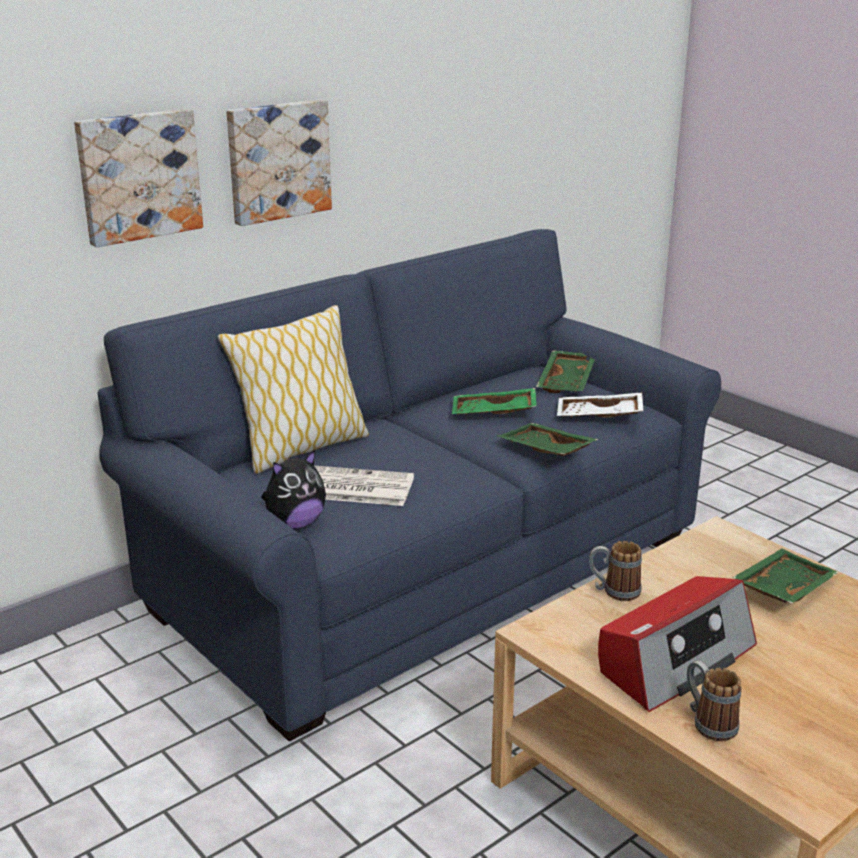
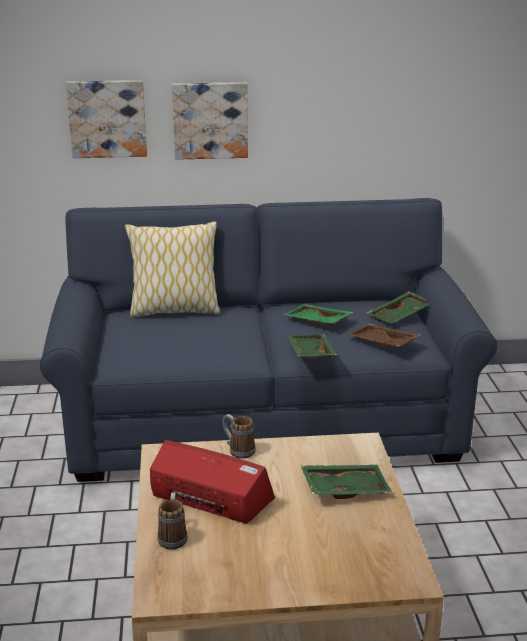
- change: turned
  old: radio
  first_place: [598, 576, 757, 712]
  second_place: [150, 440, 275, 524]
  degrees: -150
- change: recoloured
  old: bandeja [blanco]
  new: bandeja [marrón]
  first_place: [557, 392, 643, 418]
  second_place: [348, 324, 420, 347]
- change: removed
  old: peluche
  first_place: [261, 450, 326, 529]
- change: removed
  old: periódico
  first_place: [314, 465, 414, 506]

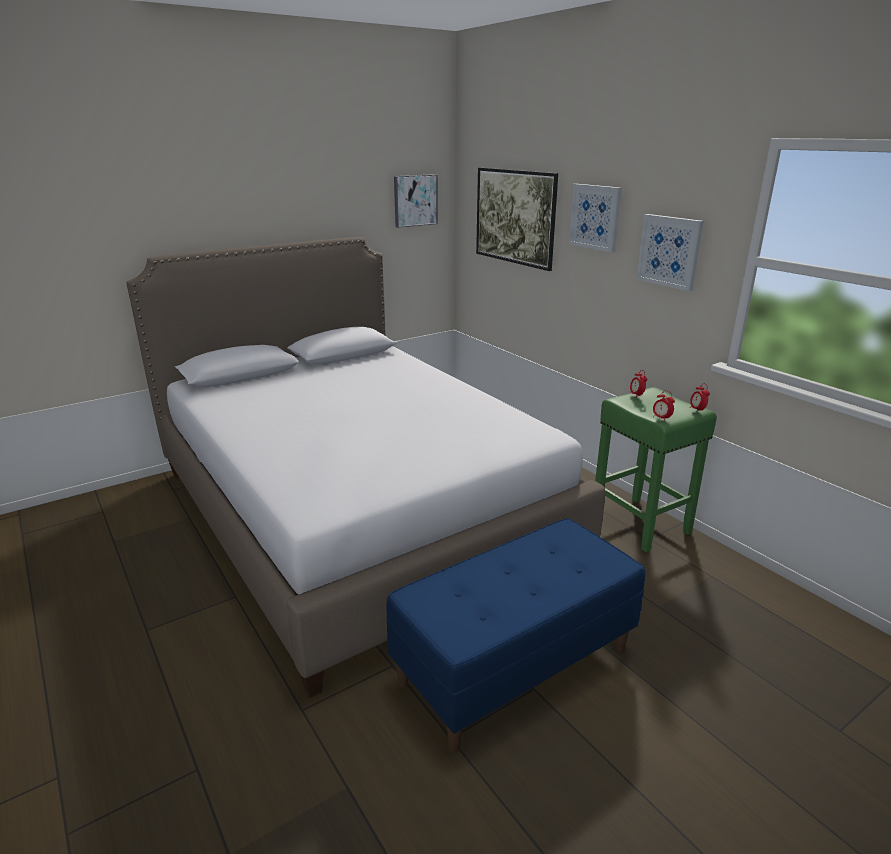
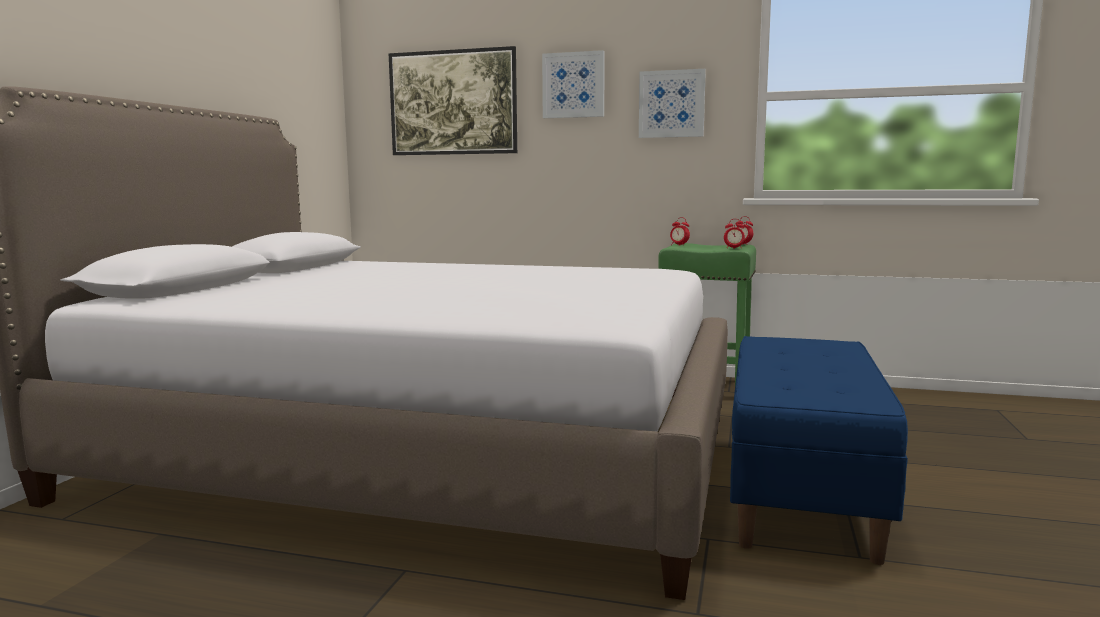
- change: removed
  old: cuadro
  first_place: [394, 174, 438, 228]

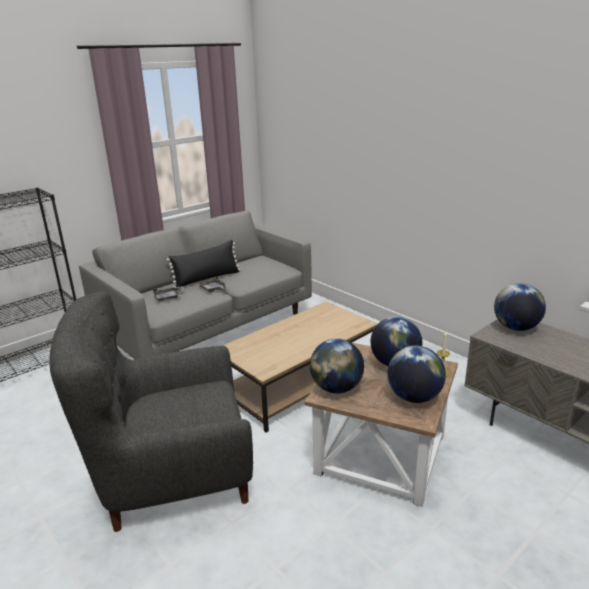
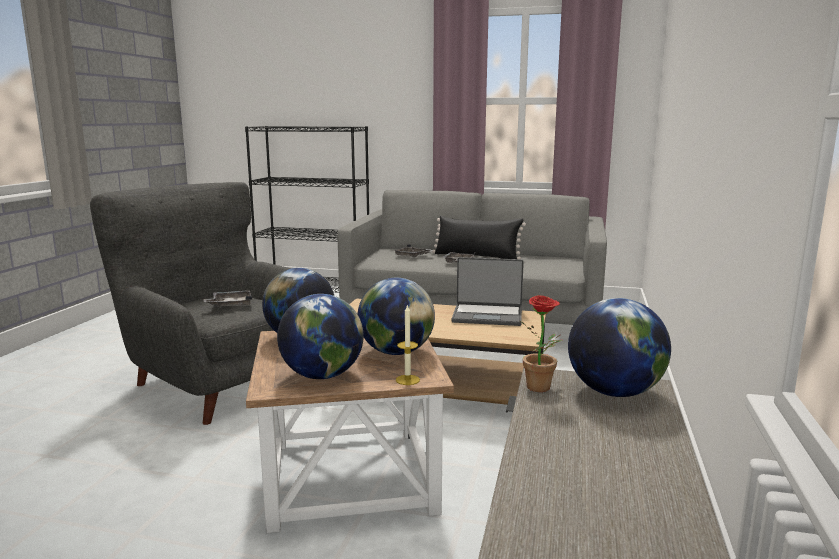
- change: added
  new: bandeja [gris]
  second_place: [204, 290, 252, 307]
- change: added
  new: portátil
  second_place: [451, 257, 524, 326]
- change: added
  new: planta en maceta
  second_place: [519, 295, 563, 392]

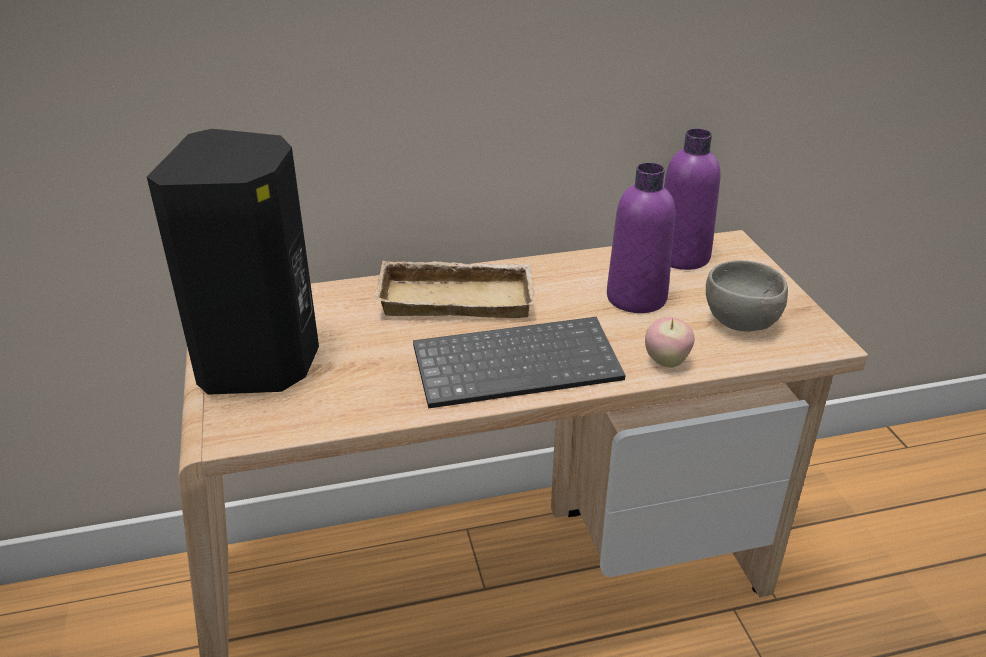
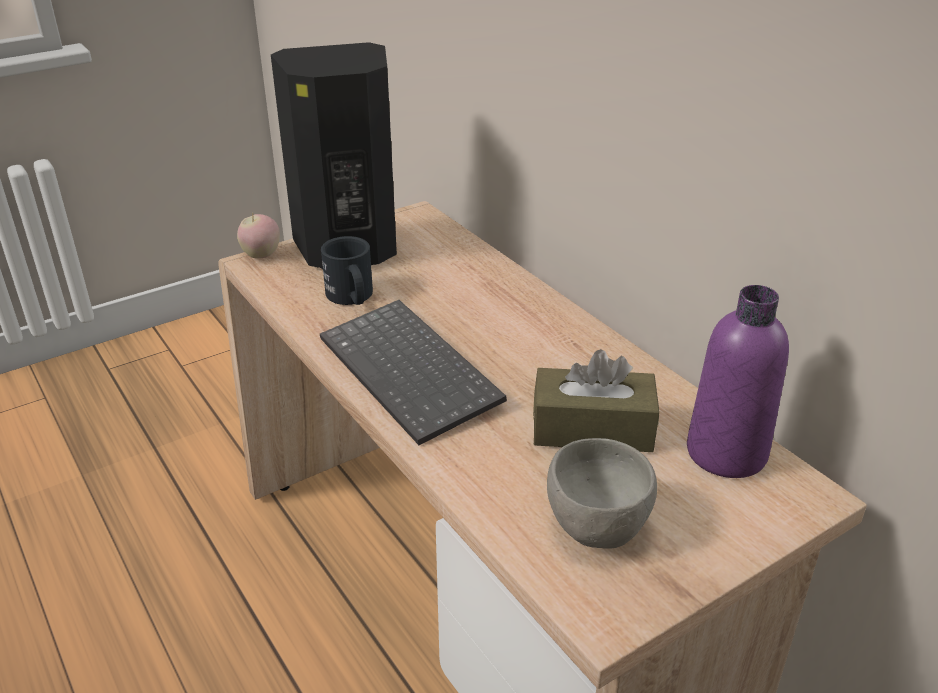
- change: moved
  old: manzana
  first_place: [645, 317, 695, 368]
  second_place: [237, 213, 280, 259]
- change: added
  new: taza grande [negro]
  second_place: [321, 236, 373, 305]
- change: replaced
  old: botella [morado]
  new: caja de pañuelos [marrón]
  first_place: [607, 163, 675, 313]
  second_place: [533, 349, 659, 452]
- change: removed
  old: bandeja [beis]
  first_place: [374, 261, 534, 318]

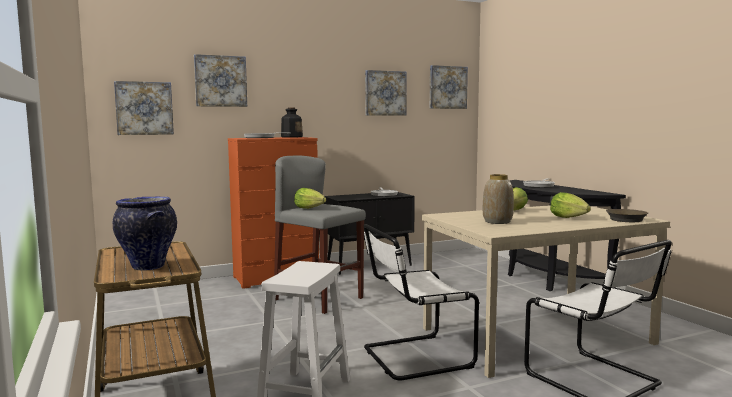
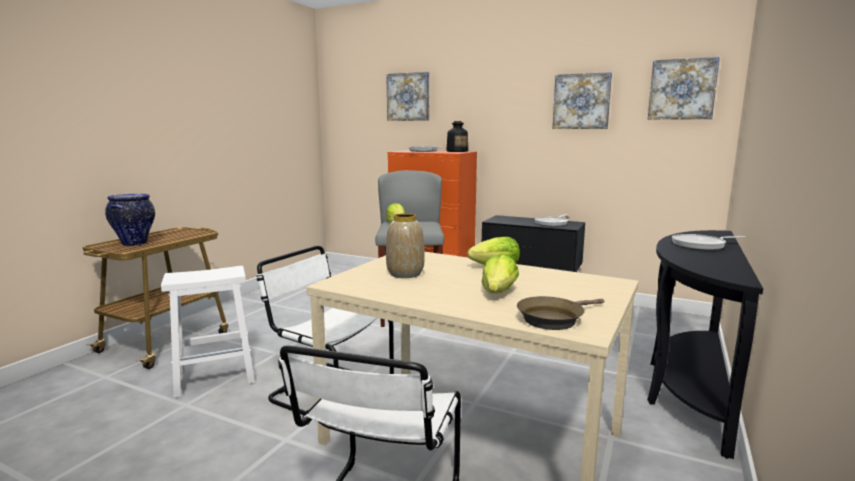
- change: removed
  old: cuadro
  first_place: [114, 81, 174, 135]

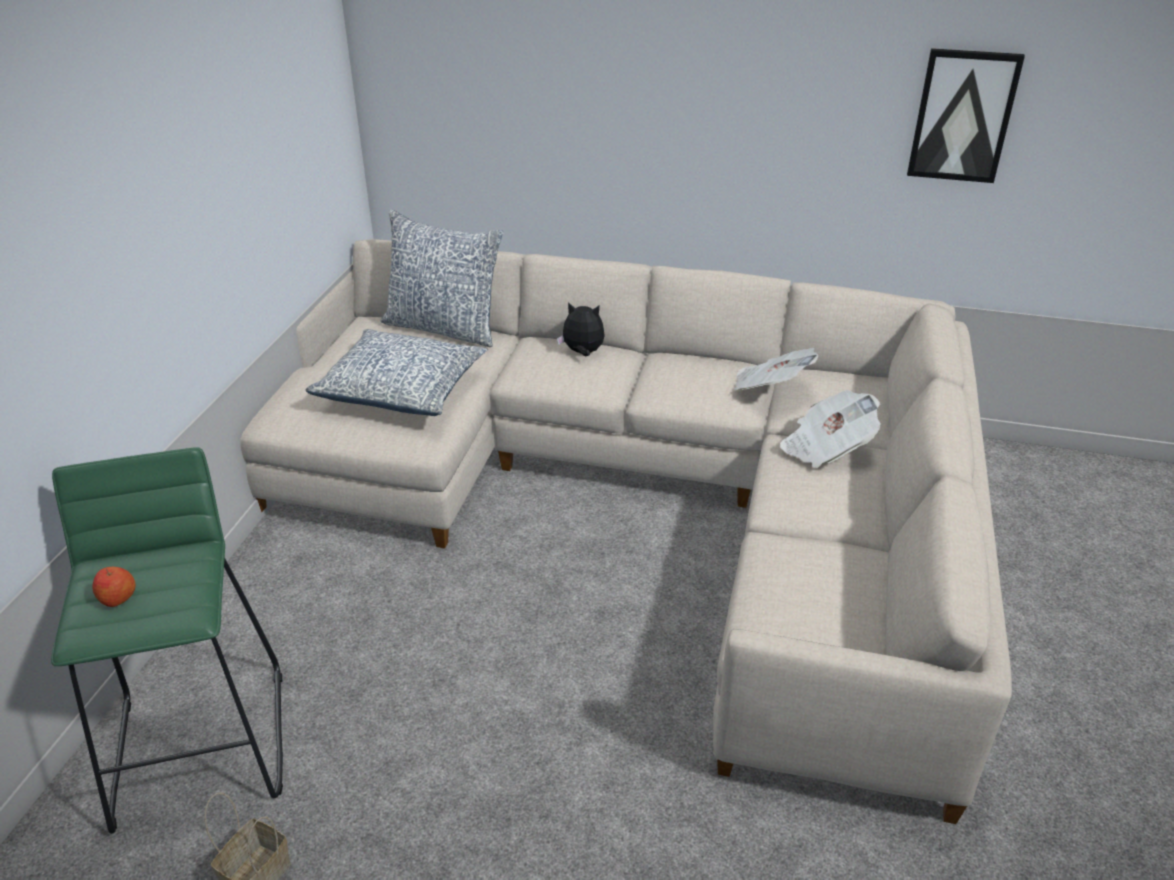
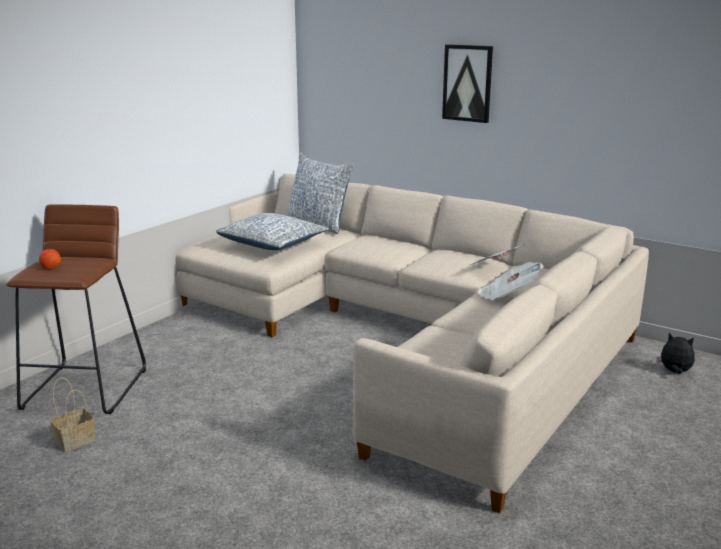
- change: recoloured
  old: taburete [verde]
  new: taburete [marrón]
  first_place: [51, 447, 283, 834]
  second_place: [6, 204, 146, 414]
- change: moved
  old: cuadro
  first_place: [907, 48, 1025, 183]
  second_place: [442, 44, 493, 123]
- change: moved
  old: peluche
  first_place: [557, 302, 605, 356]
  second_place: [656, 333, 695, 374]

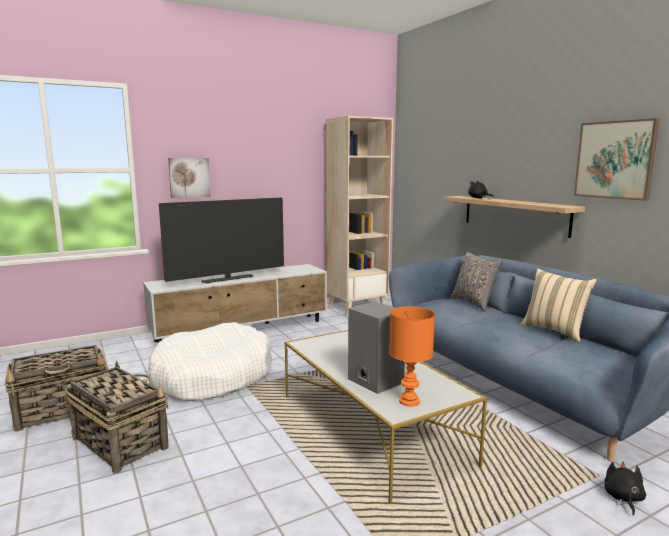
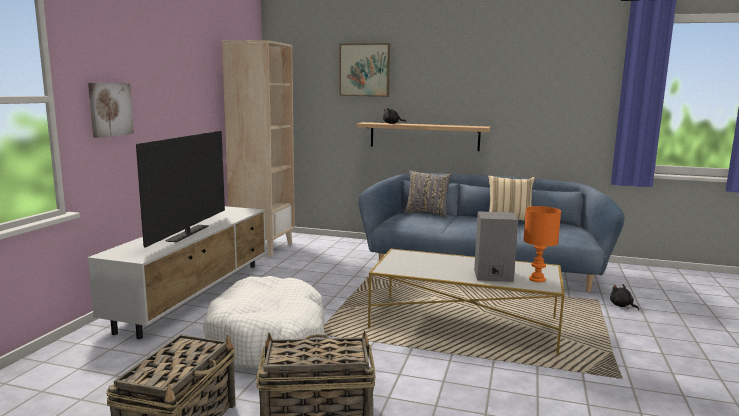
- change: moved
  old: cuadro
  first_place: [574, 118, 660, 201]
  second_place: [339, 43, 390, 97]

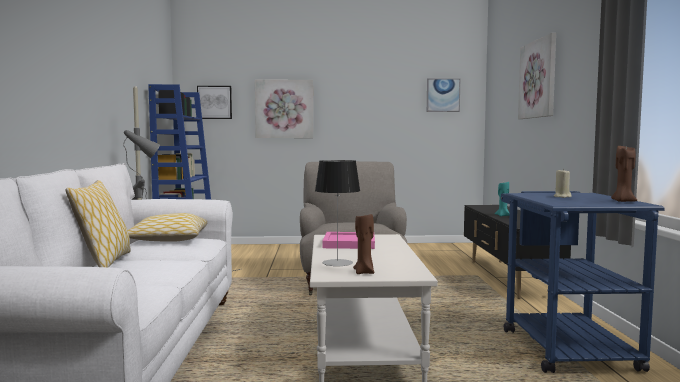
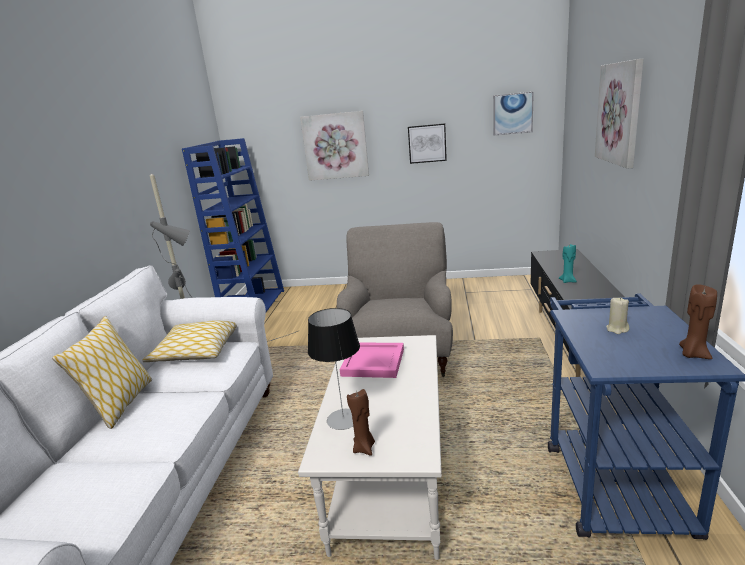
- change: moved
  old: cuadro
  first_place: [197, 86, 232, 119]
  second_place: [408, 123, 447, 164]

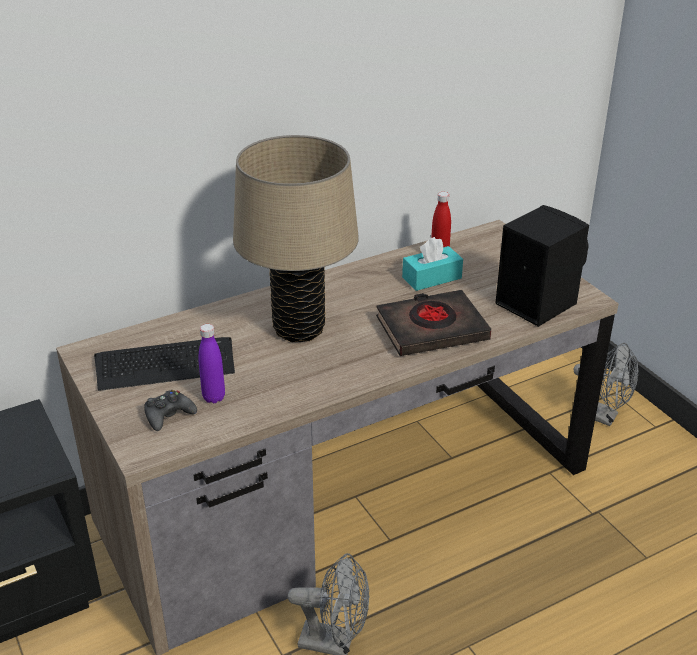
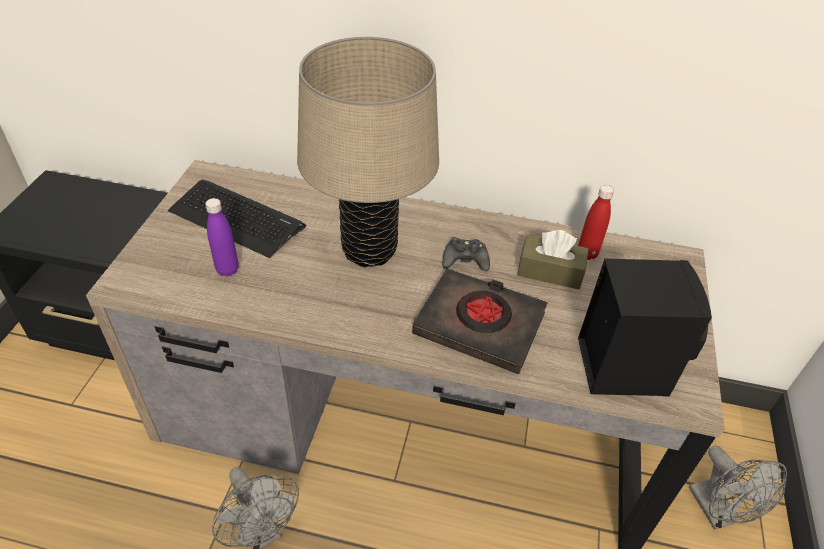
- change: moved
  old: mando de consola [negro]
  first_place: [144, 390, 197, 431]
  second_place: [442, 237, 490, 271]
- change: recoloured
  old: caja de pañuelos [turquesa]
  new: caja de pañuelos [marrón]
  first_place: [402, 237, 463, 291]
  second_place: [517, 230, 589, 289]

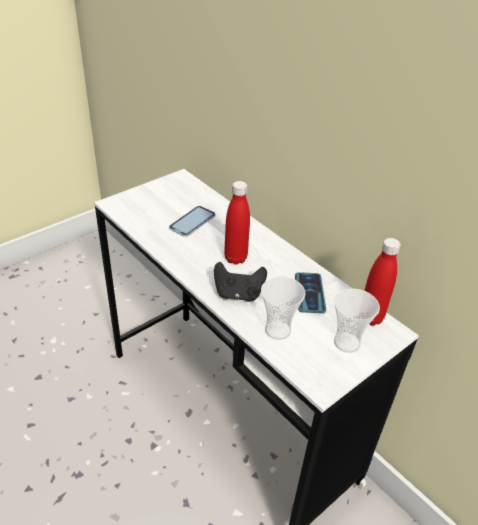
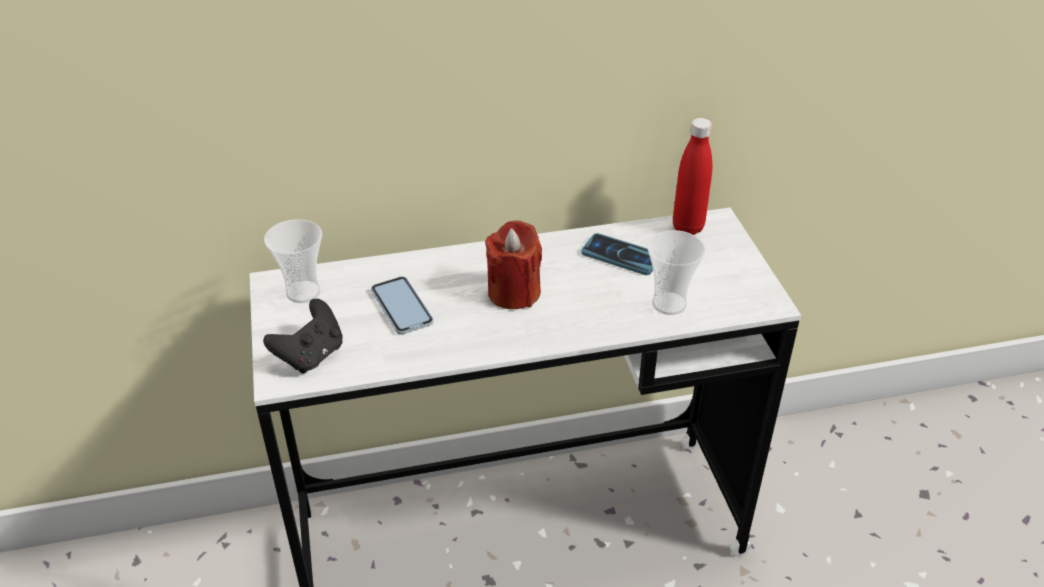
- change: moved
  old: mando de consola [negro]
  first_place: [214, 262, 267, 302]
  second_place: [263, 299, 343, 374]
- change: moved
  old: taza
  first_place: [334, 288, 380, 353]
  second_place: [264, 219, 322, 303]
- change: replaced
  old: botella [rojo]
  new: vela [rojo]
  first_place: [224, 181, 250, 265]
  second_place: [485, 221, 542, 309]

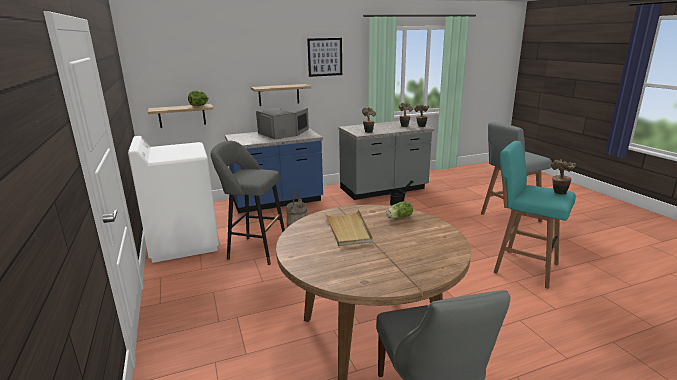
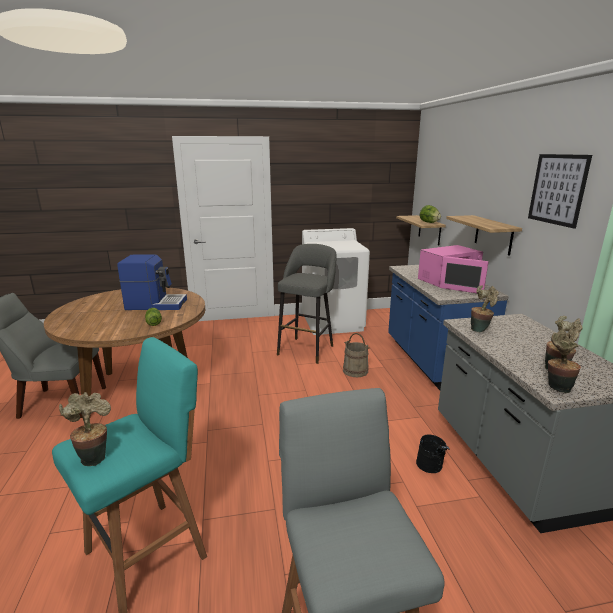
- change: replaced
  old: bandeja [beis]
  new: cafetera
  first_place: [324, 209, 373, 246]
  second_place: [118, 254, 187, 310]
- change: recoloured
  old: microondas [gris]
  new: microondas [rosa]
  first_place: [256, 108, 309, 139]
  second_place: [418, 245, 489, 293]

